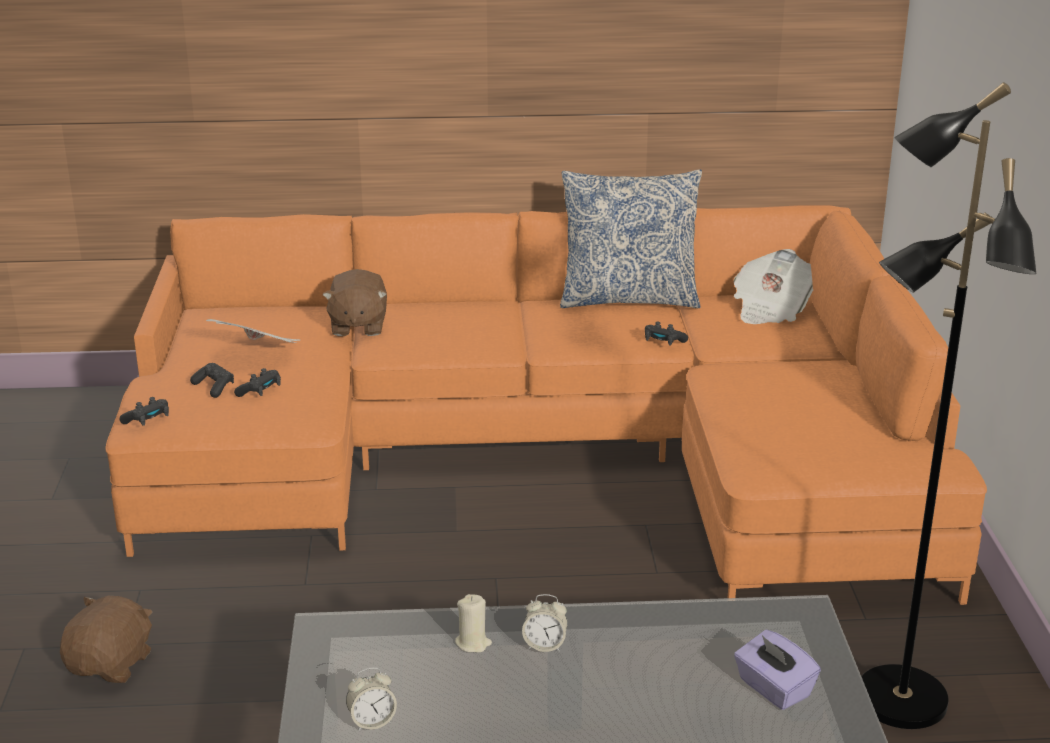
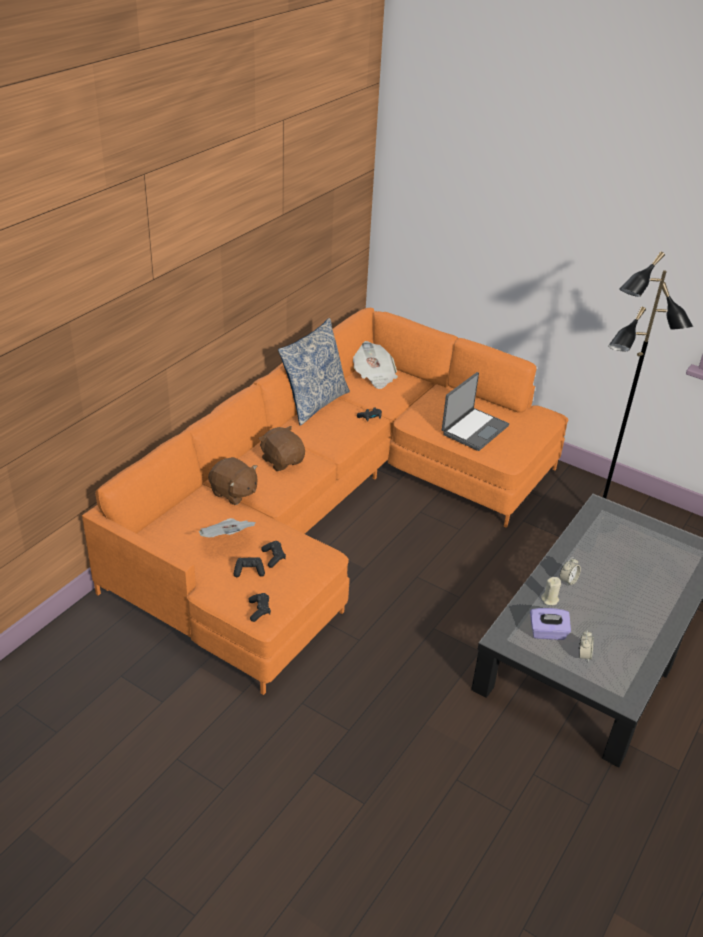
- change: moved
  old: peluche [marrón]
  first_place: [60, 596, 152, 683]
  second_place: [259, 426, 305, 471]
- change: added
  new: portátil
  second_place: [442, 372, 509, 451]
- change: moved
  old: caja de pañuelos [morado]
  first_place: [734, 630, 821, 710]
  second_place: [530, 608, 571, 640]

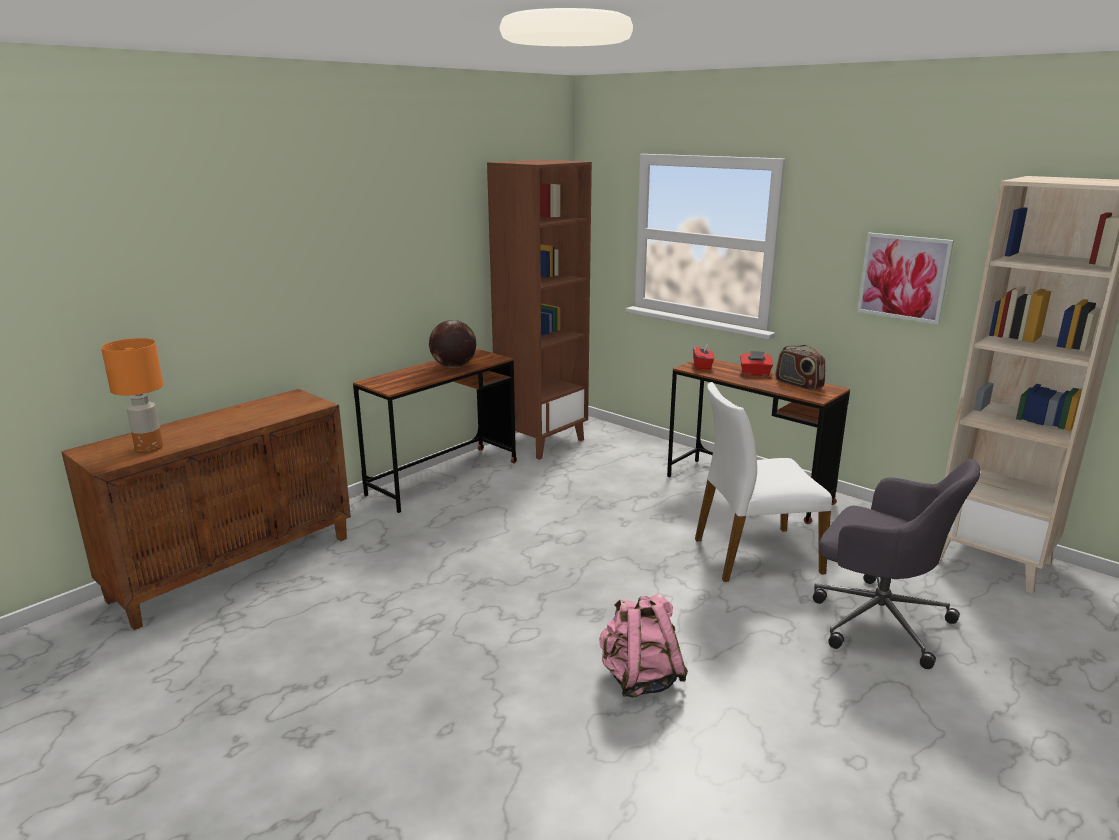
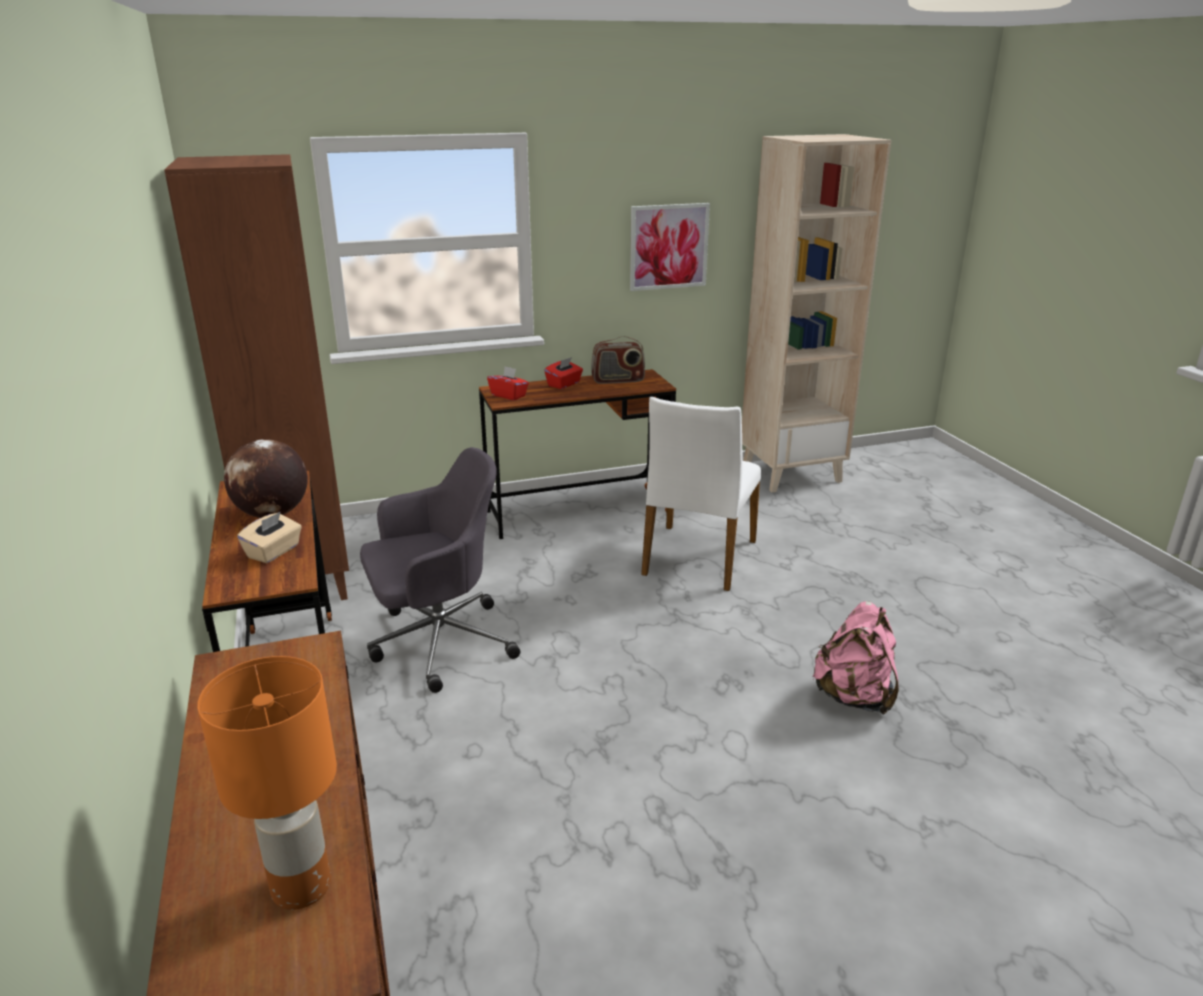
- change: added
  new: caja de pañuelos [beis]
  second_place: [237, 511, 302, 563]
- change: moved
  old: silla de oficina [gris]
  first_place: [813, 459, 980, 669]
  second_place: [360, 447, 520, 693]

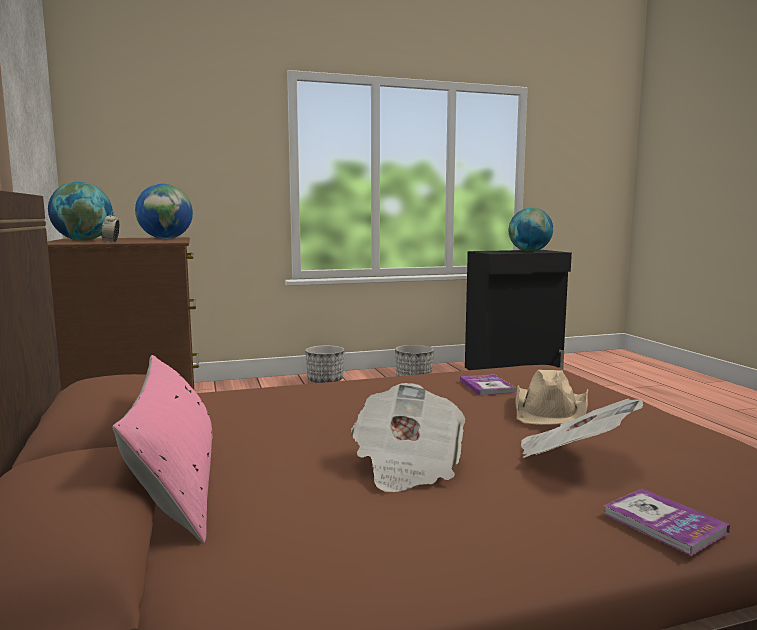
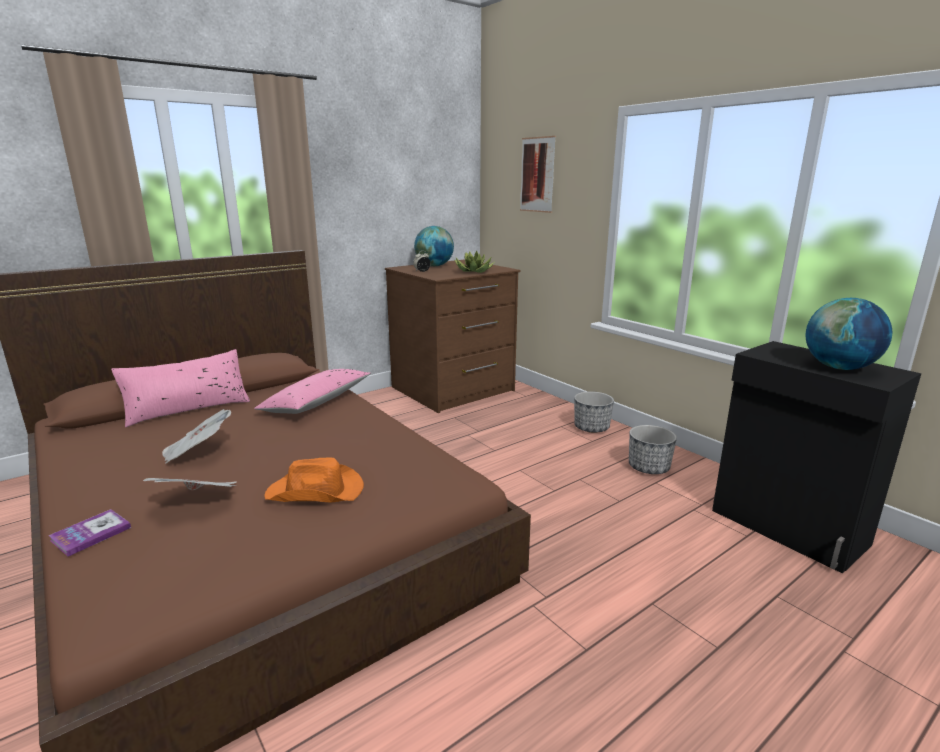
- change: added
  new: cojín [rosa]
  second_place: [254, 369, 371, 414]
- change: recoloured
  old: sombrero [beis]
  new: sombrero [naranja]
  first_place: [516, 370, 589, 425]
  second_place: [264, 458, 364, 503]
- change: replaced
  old: globo terráqueo
  new: planta en maceta
  first_place: [135, 184, 193, 239]
  second_place: [454, 250, 494, 273]
- change: added
  new: cuadro
  second_place: [520, 136, 556, 213]
- change: removed
  old: libro
  first_place: [460, 374, 516, 396]

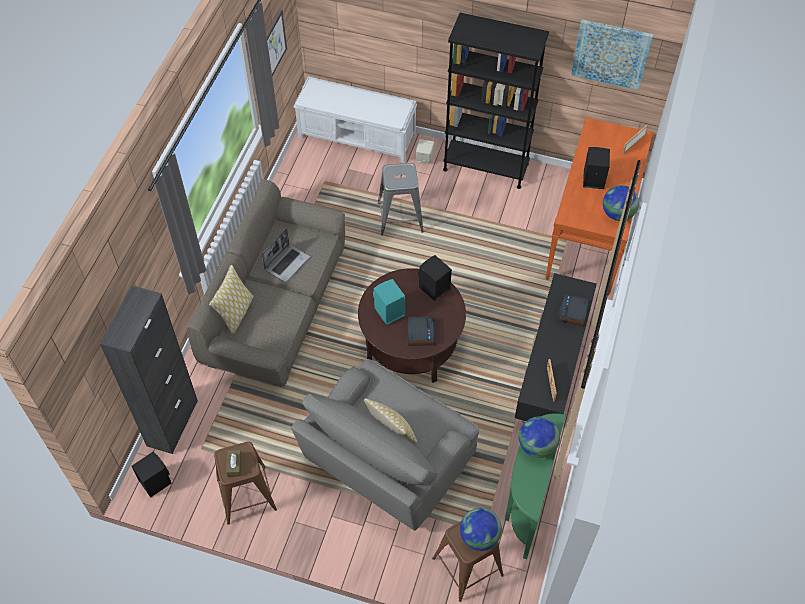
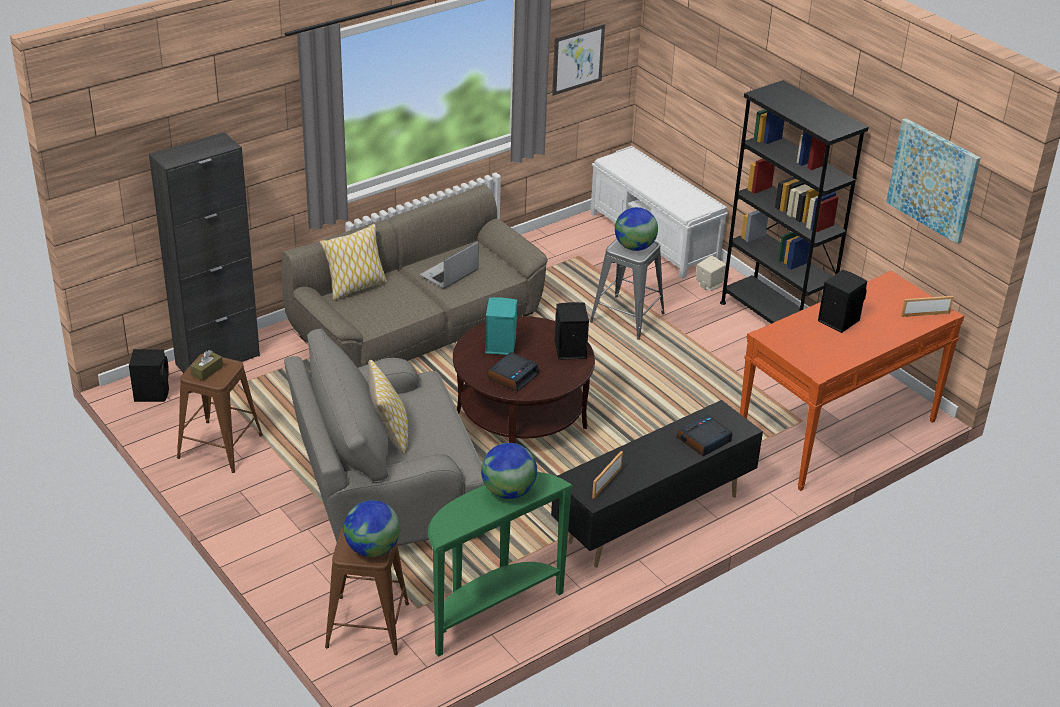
- change: turned
  old: portátil
  first_place: [262, 228, 310, 282]
  second_place: [420, 241, 479, 289]
  degrees: 150
- change: moved
  old: globo terráqueo
  first_place: [603, 185, 639, 221]
  second_place: [615, 207, 658, 251]

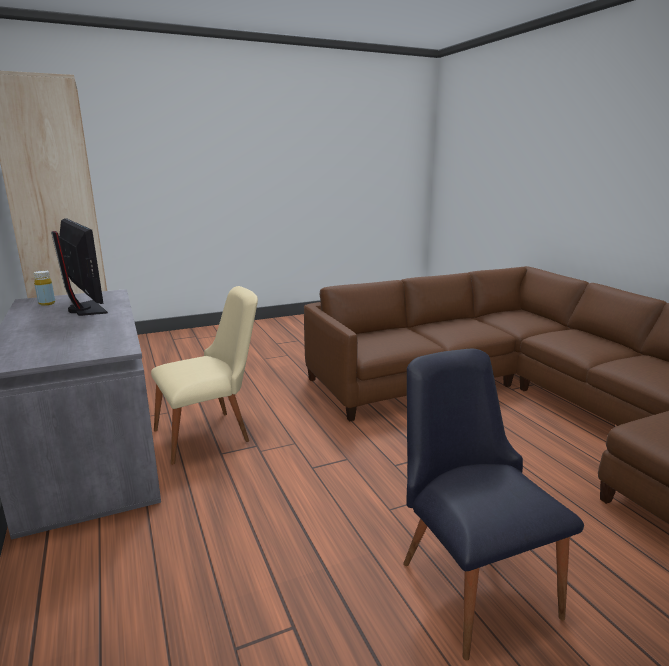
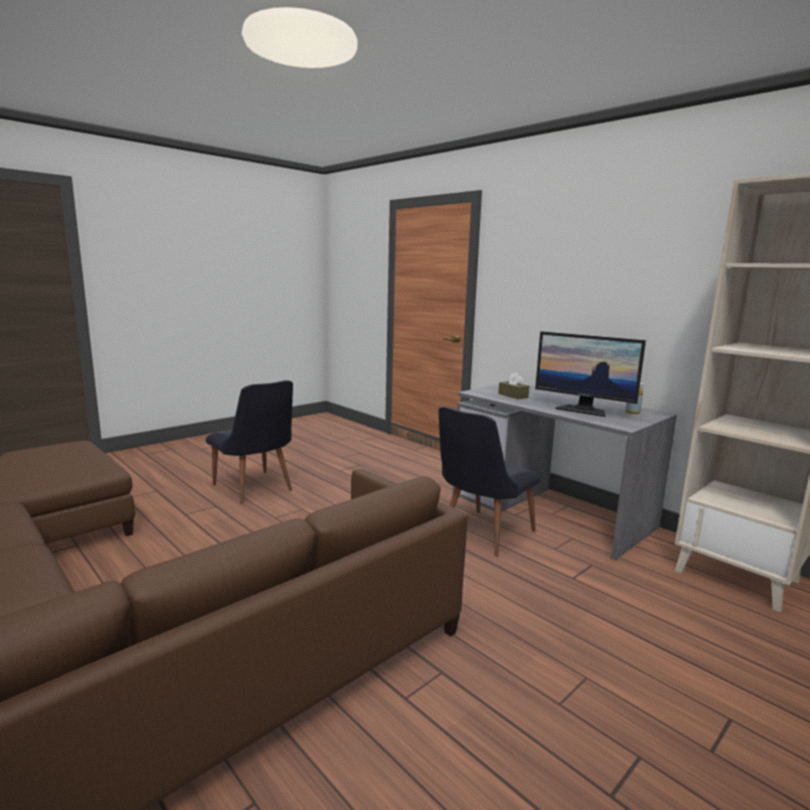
- change: recoloured
  old: silla [beis]
  new: silla [negro]
  first_place: [151, 286, 258, 465]
  second_place: [438, 407, 541, 557]
- change: added
  new: caja de pañuelos [marrón]
  second_place: [498, 372, 529, 399]

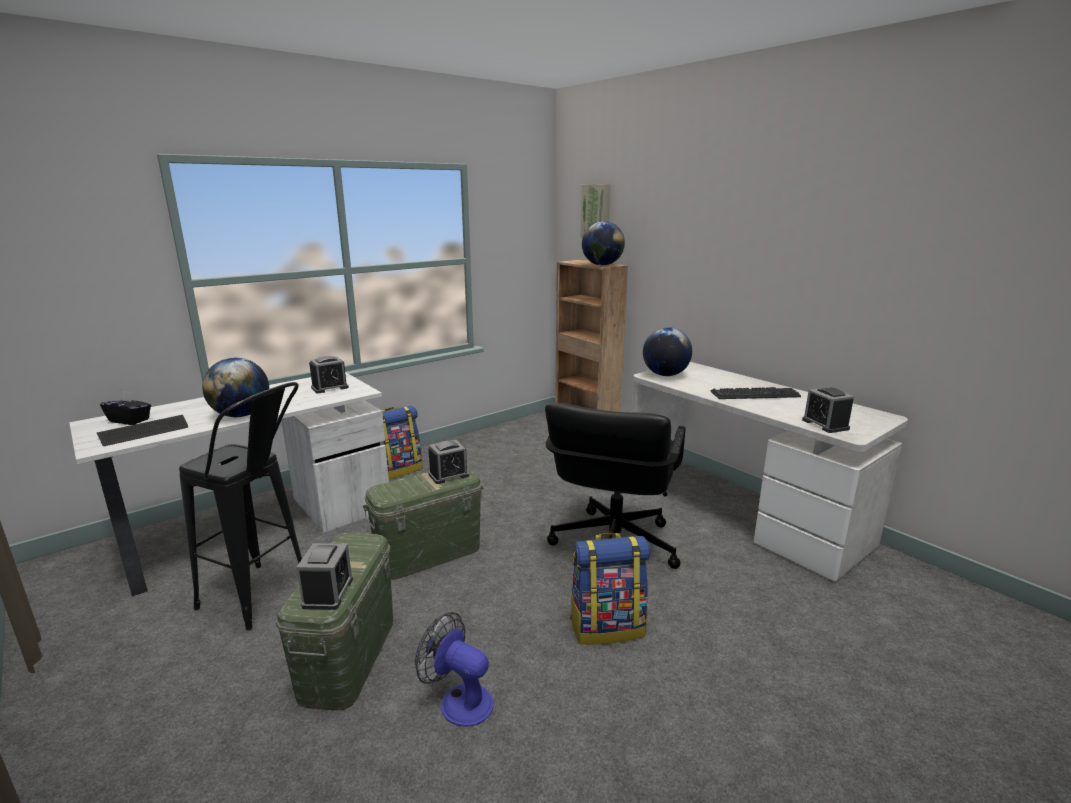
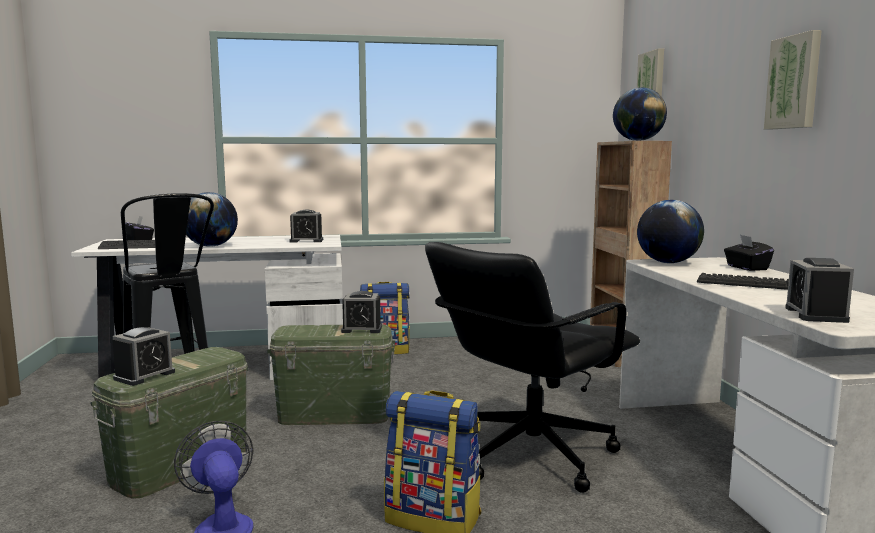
- change: added
  new: caja de pañuelos [negro]
  second_place: [724, 235, 774, 271]
- change: added
  new: cuadro
  second_place: [764, 30, 822, 129]

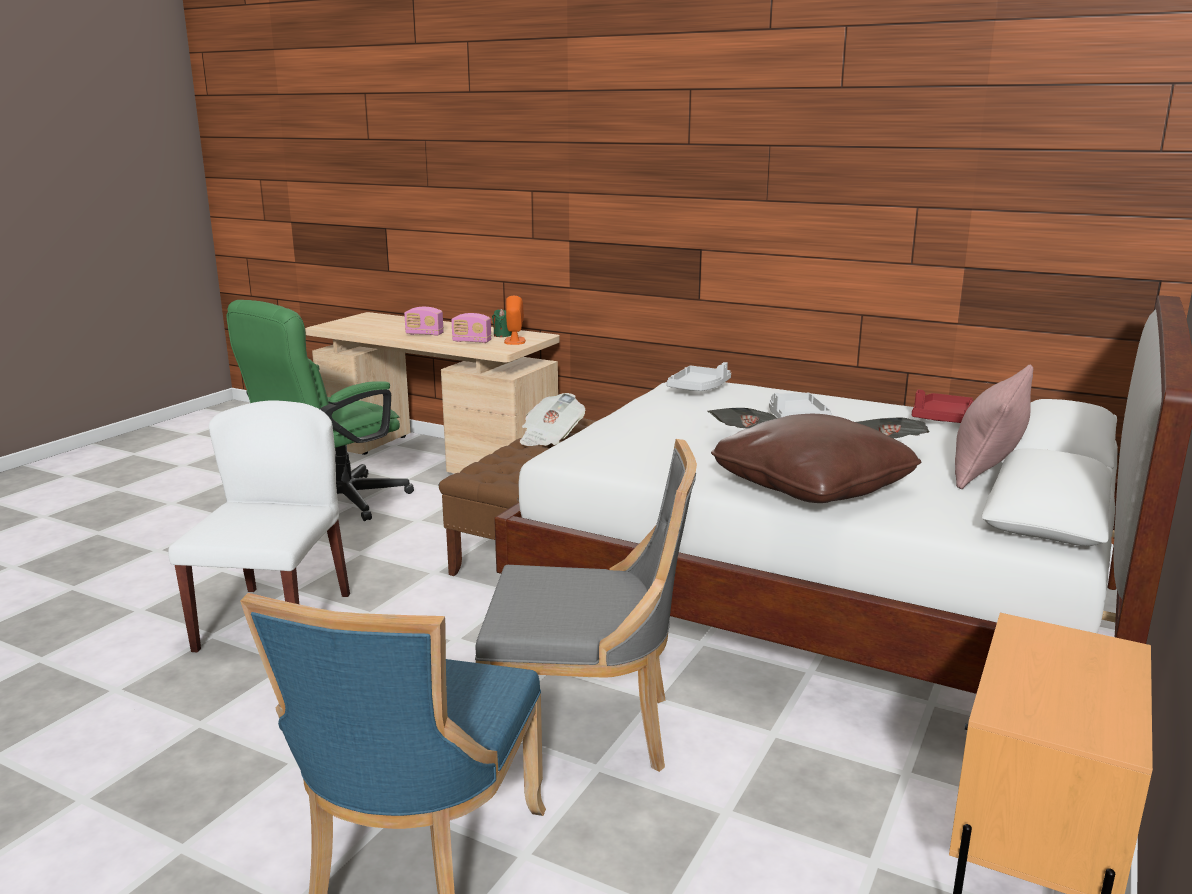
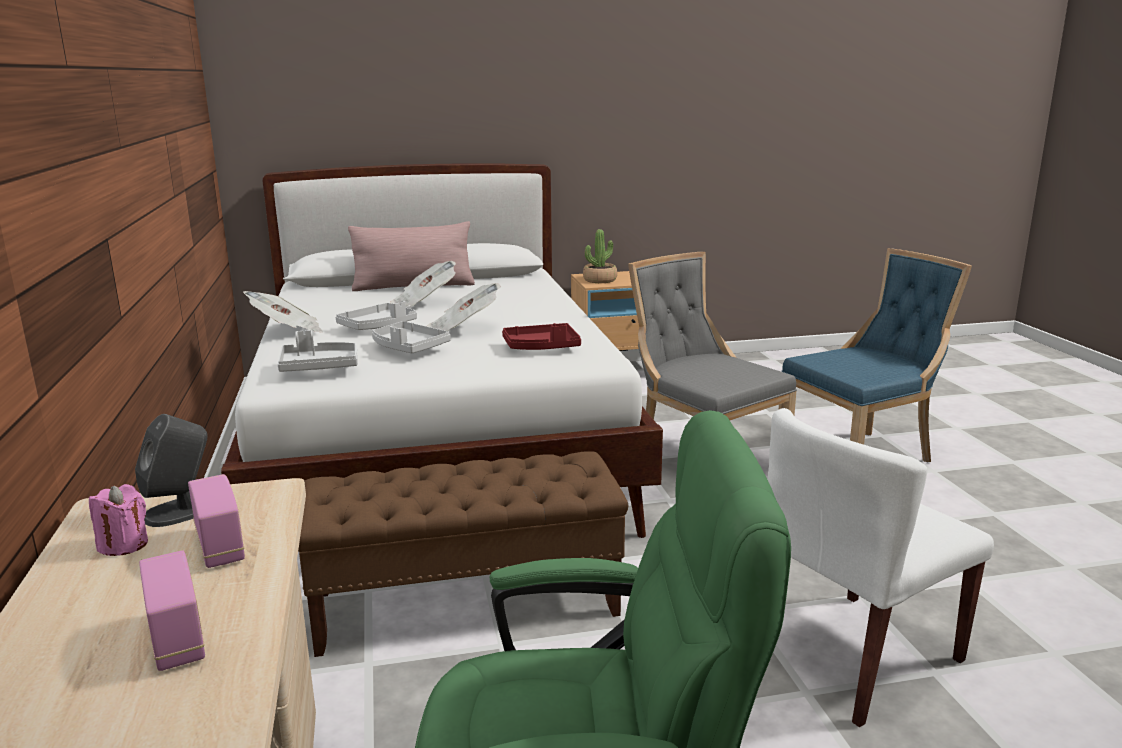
- change: recoloured
  old: vela [verde]
  new: vela [rosa]
  first_place: [492, 309, 512, 337]
  second_place: [89, 484, 148, 556]
- change: recoloured
  old: altavoz [naranja]
  new: altavoz [gris]
  first_place: [504, 296, 526, 345]
  second_place: [135, 414, 208, 527]
- change: moved
  old: periódico
  first_place: [520, 393, 585, 446]
  second_place: [243, 291, 323, 332]
- change: added
  new: bandeja [gris]
  second_place: [372, 321, 451, 353]
- change: moved
  old: bandeja [rojo]
  first_place: [912, 390, 974, 423]
  second_place: [502, 323, 581, 350]
- change: added
  new: planta en maceta
  second_place: [583, 229, 617, 283]
- change: removed
  old: cojín [marrón]
  first_place: [711, 414, 921, 503]

